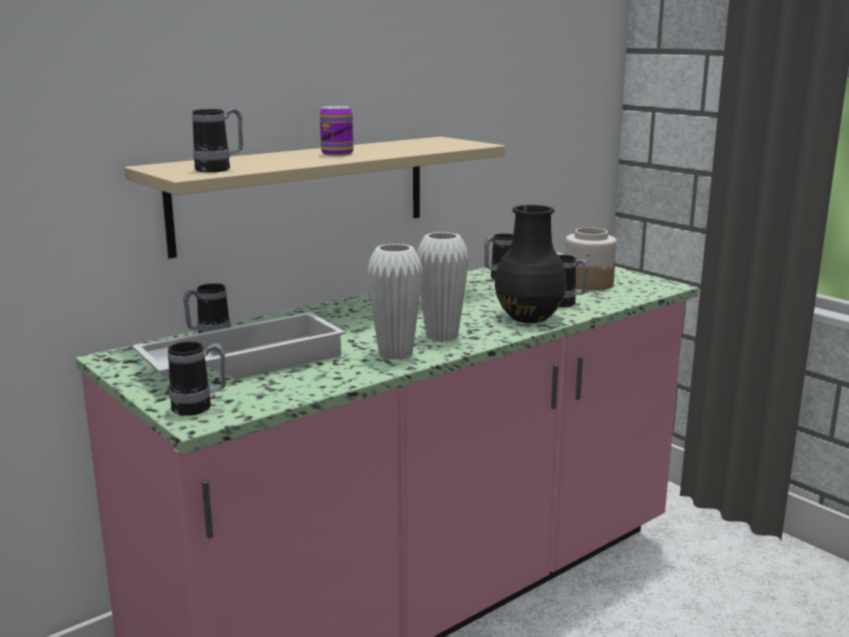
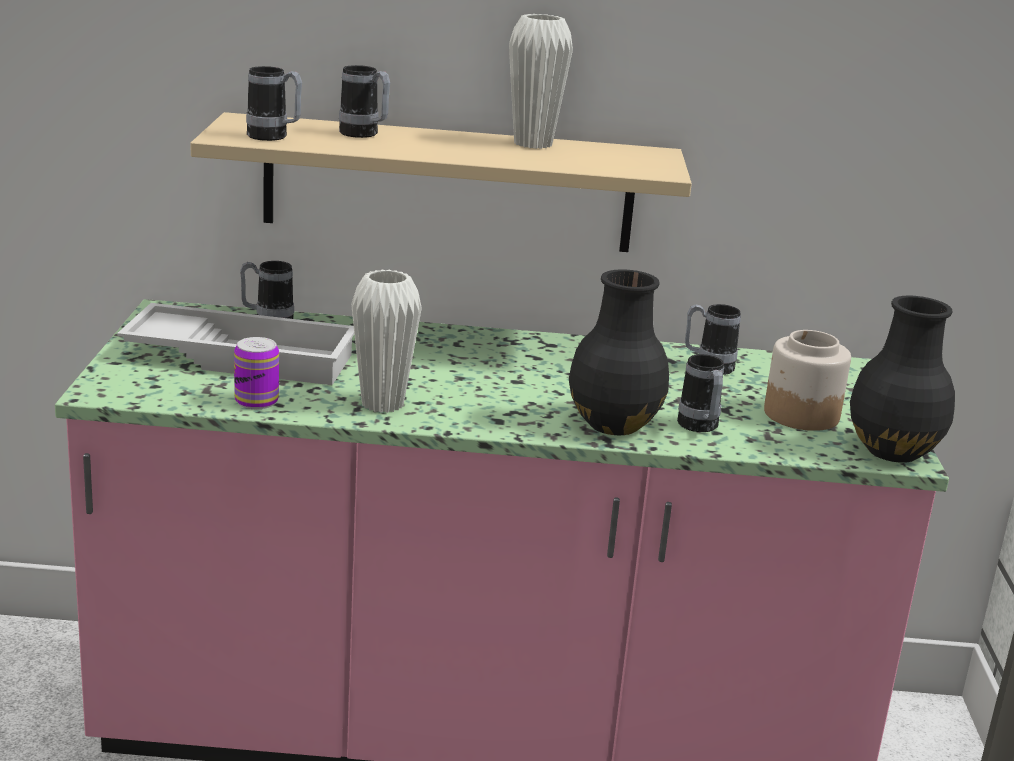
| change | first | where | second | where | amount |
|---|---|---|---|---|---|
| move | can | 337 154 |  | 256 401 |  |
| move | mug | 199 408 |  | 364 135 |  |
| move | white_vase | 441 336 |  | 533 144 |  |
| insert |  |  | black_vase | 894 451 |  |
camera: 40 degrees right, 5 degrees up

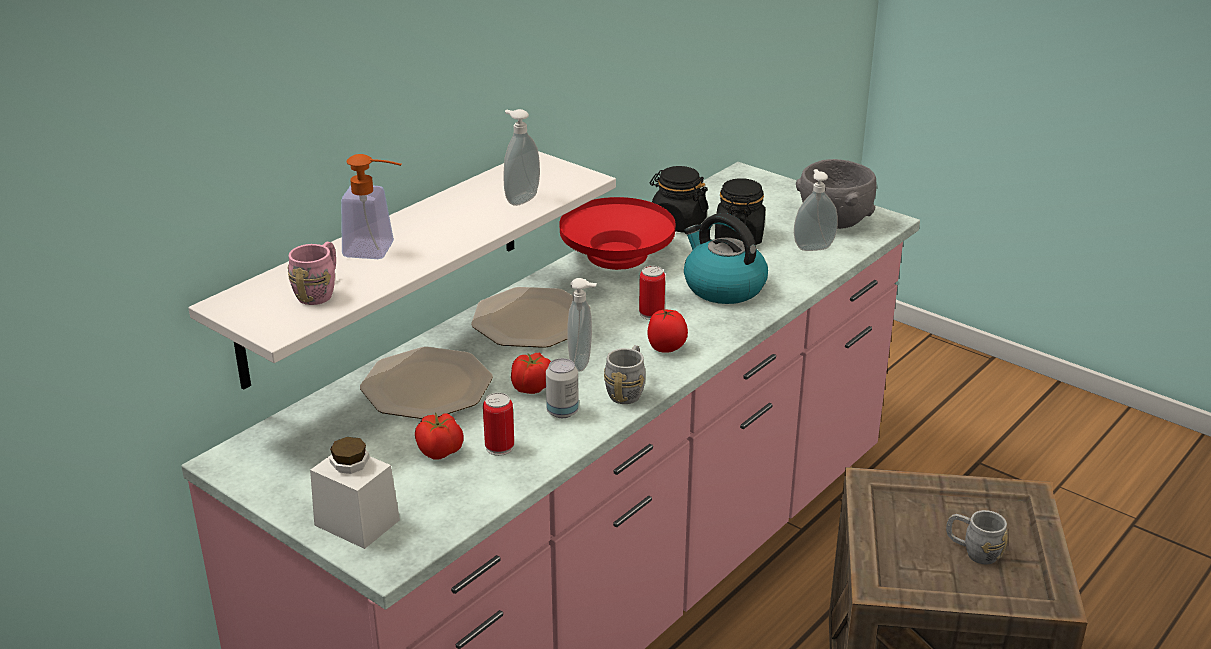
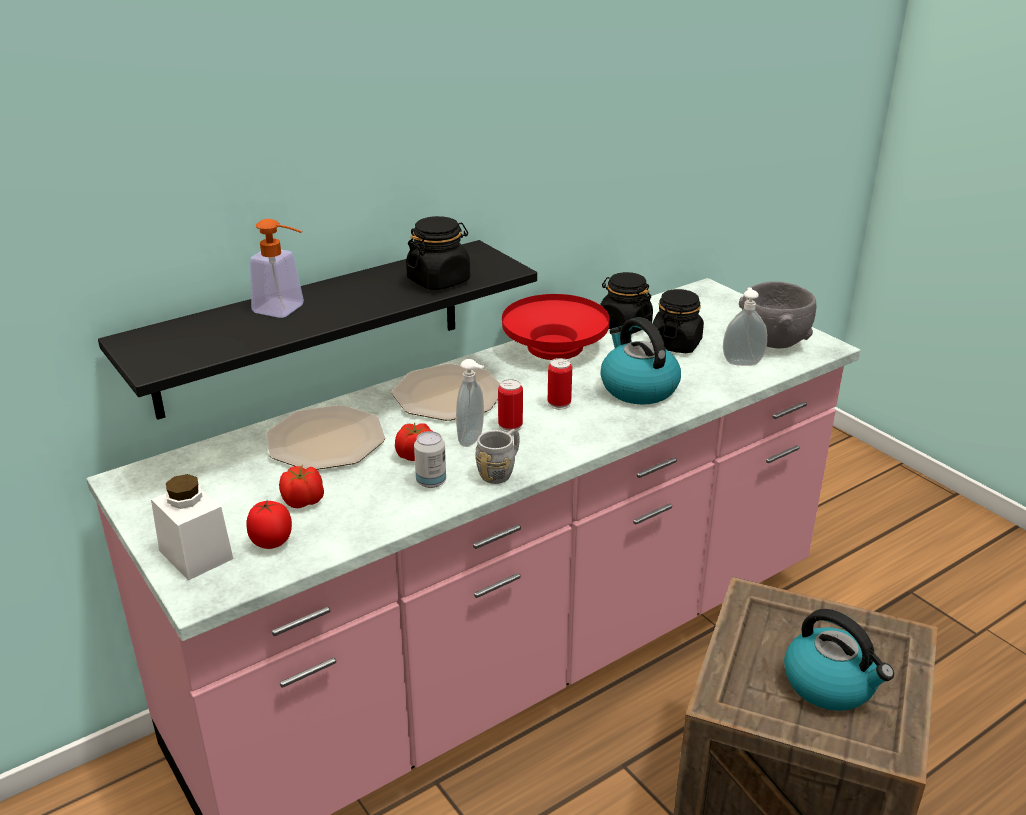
| change | first | where | second | where | amount |
|---|---|---|---|---|---|
| recolor | white_shelf | 384 266 | black_shelf | 311 327 |  |
| move | tomato | 666 348 |  | 272 543 |  |
| replace | soap_dispenser | 520 199 | black_jar | 439 280 |  |
| move | can | 499 447 |  | 510 426 |  |
| replace | grey_mug | 973 551 | kettle | 830 684 |  |
| delete | pink_mug | 320 291 |  |  |  |
camera: 15 degrees right, 0 degrees up

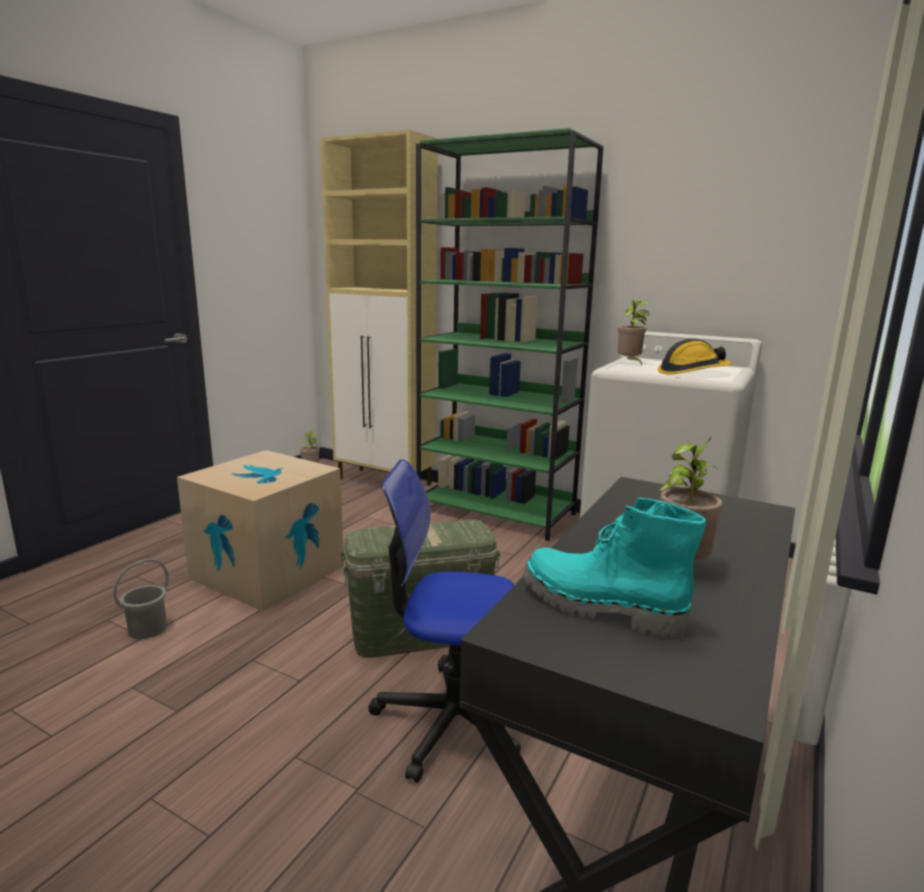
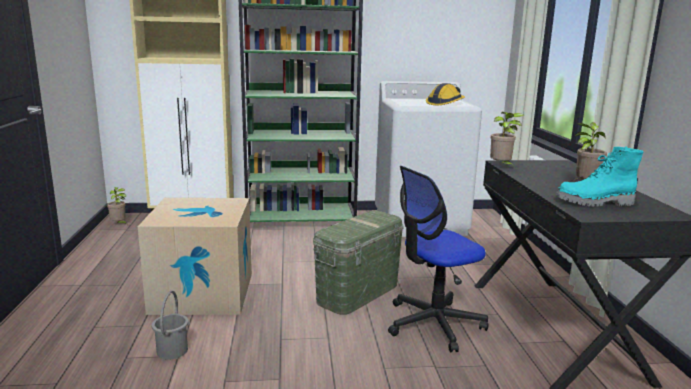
| change | first | where | second | where | amount |
|---|---|---|---|---|---|
| move | potted_plant | 629 363 |  | 501 167 |  |
camera: 35 degrees left, 0 degrees up

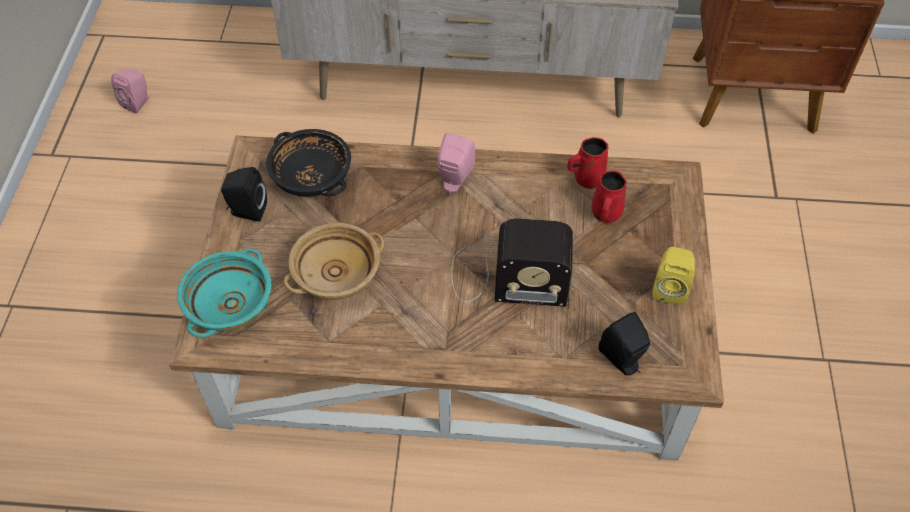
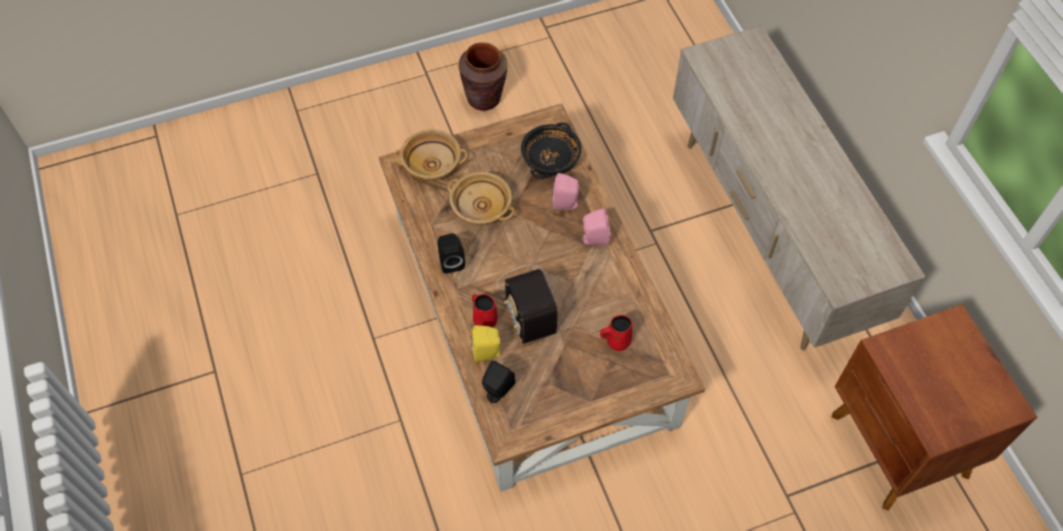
| change | first | where | second | where | amount |
|---|---|---|---|---|---|
| recolor | turquoise_bowl | 229 304 | beige_bowl | 432 164 |  |
| move | black_speaker | 246 211 |  | 451 261 |  |
| insert |  |  | brown_vase | 484 98 |  |
| move | yellow_speaker | 669 288 |  | 487 353 |  |
| move | red_mug | 586 178 |  | 484 319 |  |
| move | pink_speaker | 138 102 |  | 566 204 |  |
camera: 65 degrees right, 5 degrees up

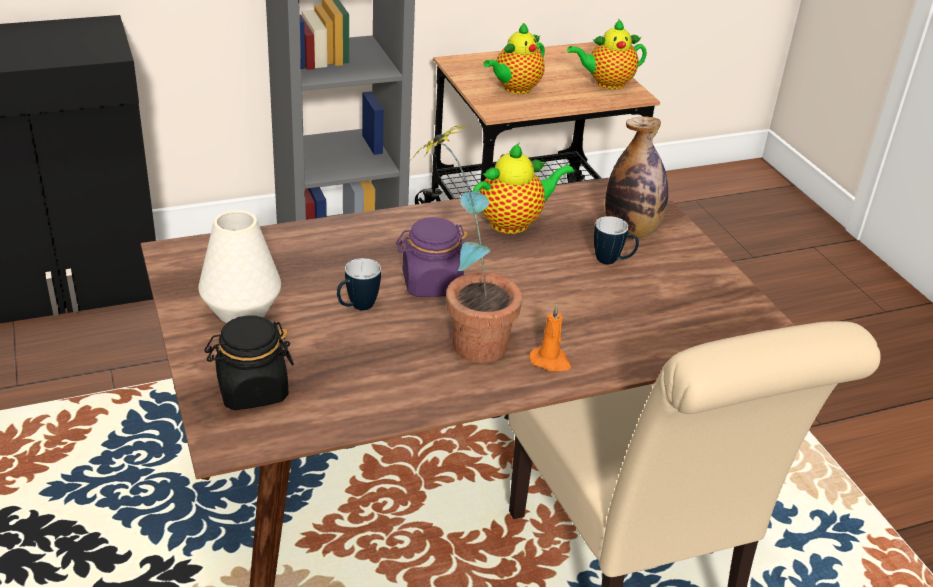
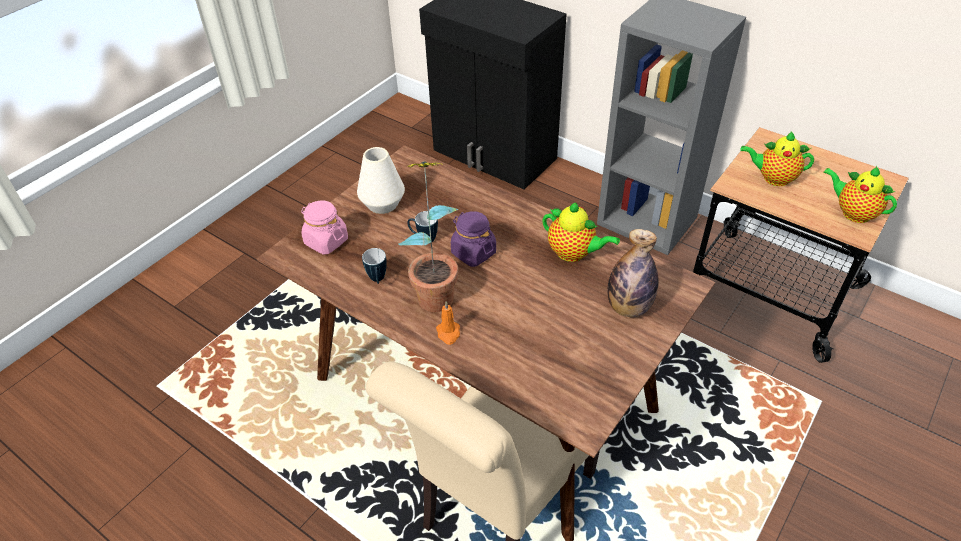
| change | first | where | second | where | amount |
|---|---|---|---|---|---|
| recolor | black_jar | 252 390 | pink_jar | 326 241 |  |
| move | mug | 612 261 |  | 377 280 |  |
camera: 60 degrees right, 10 degrees up

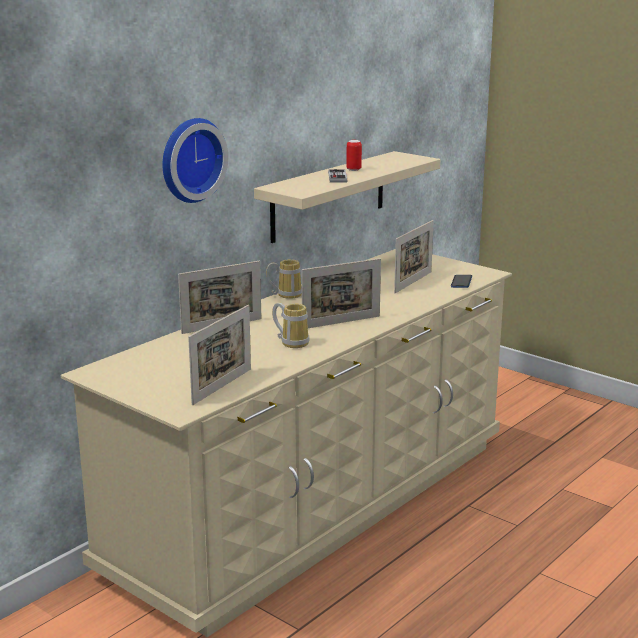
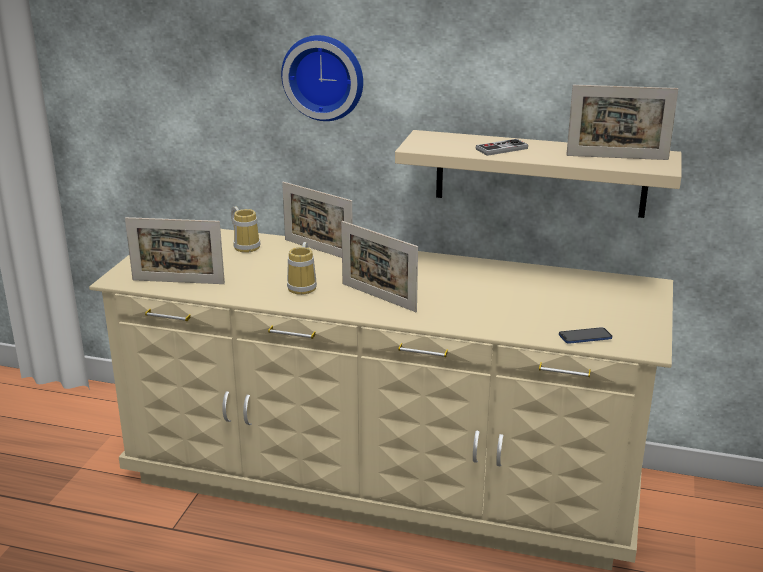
| change | first | where | second | where | amount |
|---|---|---|---|---|---|
| move | mug | 285 294 |  | 246 246 |  |
| move | picture_frame | 413 282 |  | 617 157 |  |
| delete | can | 353 169 |  |  |  |
camera: 65 degrees right, 5 degrees up

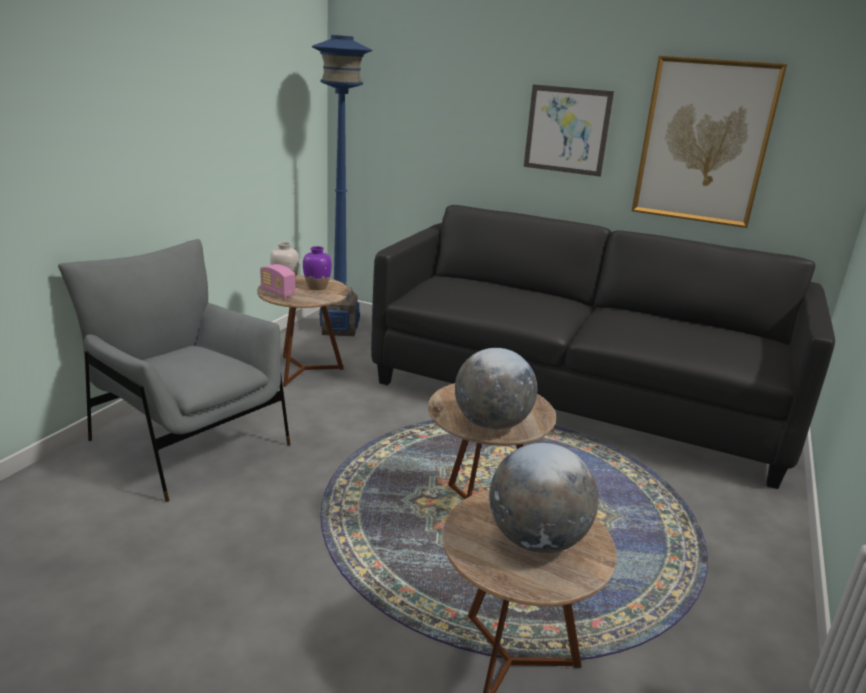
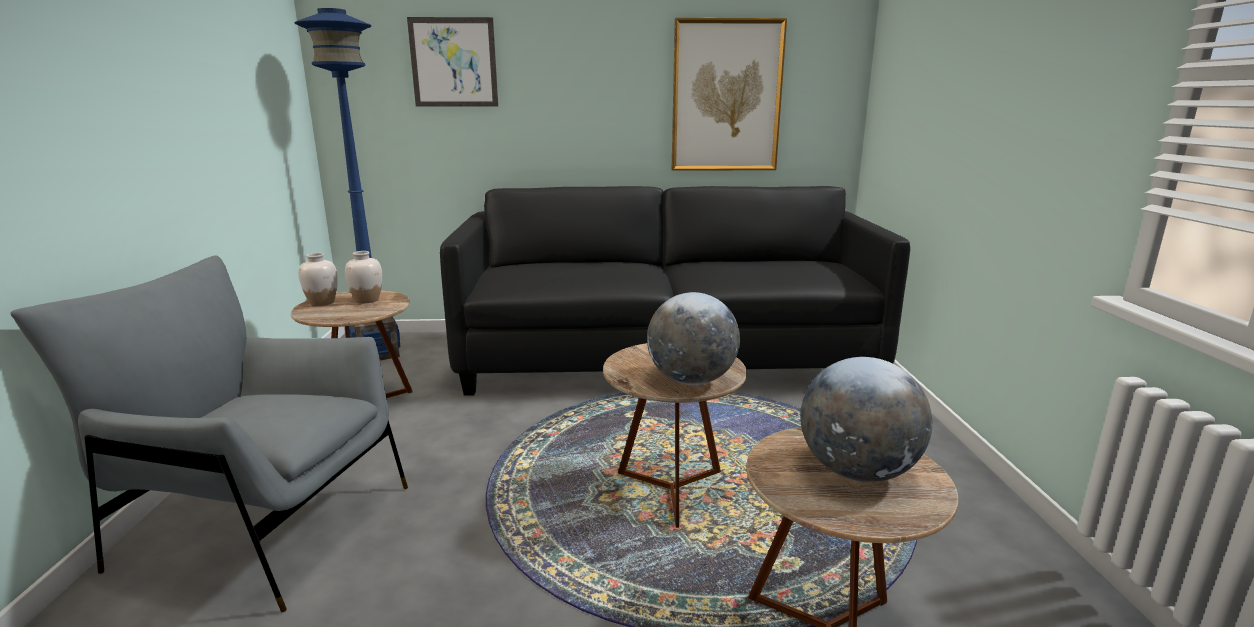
| change | first | where | second | where | amount |
|---|---|---|---|---|---|
| recolor | purple_vase | 317 287 | white_vase | 367 300 |  |
| move | picture | 567 130 |  | 454 62 |  |
| delete | radio | 278 293 |  |  |  |
camera: 25 degrees left, 5 degrees down

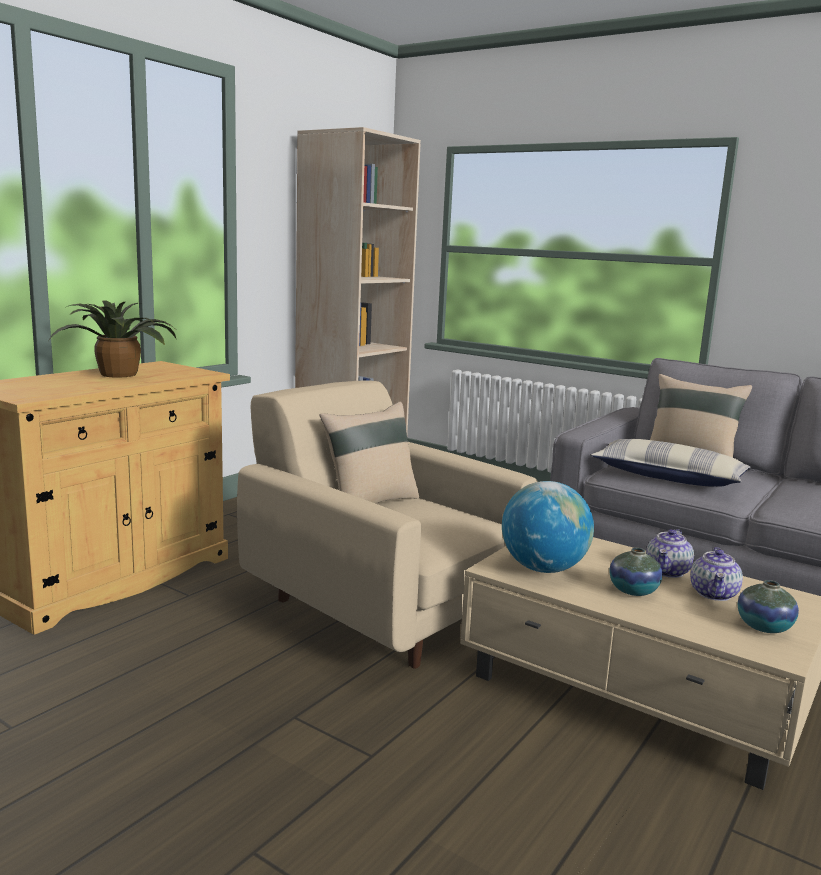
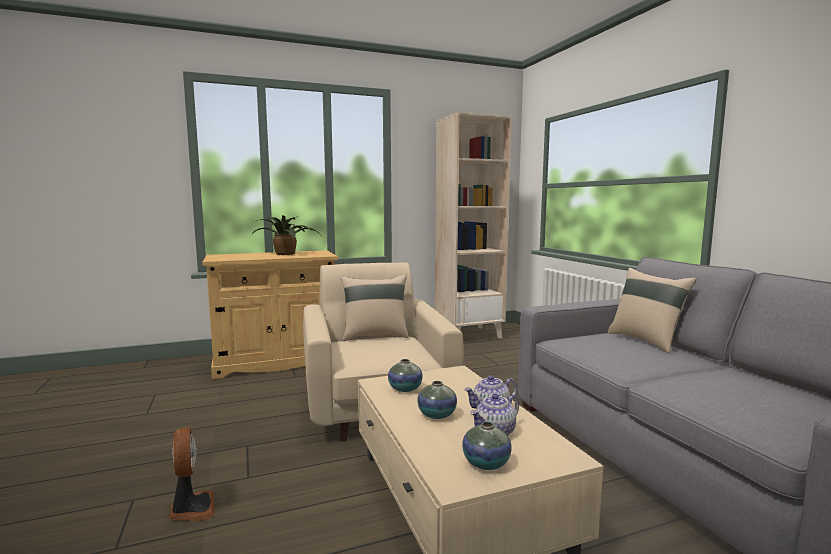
| change | first | where | second | where | amount |
|---|---|---|---|---|---|
| insert |  |  | fan | 192 509 |  |
| replace | globe | 543 569 | vase | 405 389 |  |
| delete | pillow | 668 477 |  |  |  |
camera: 35 degrees right, 5 degrees down

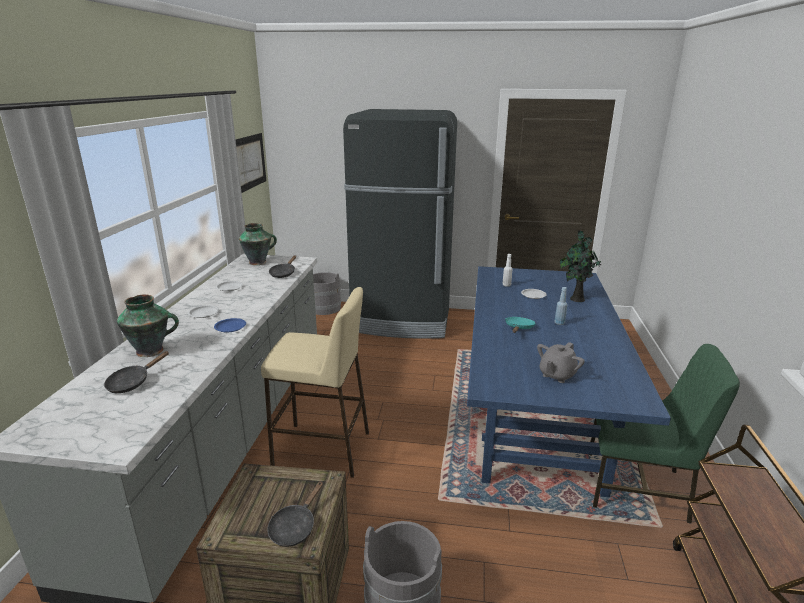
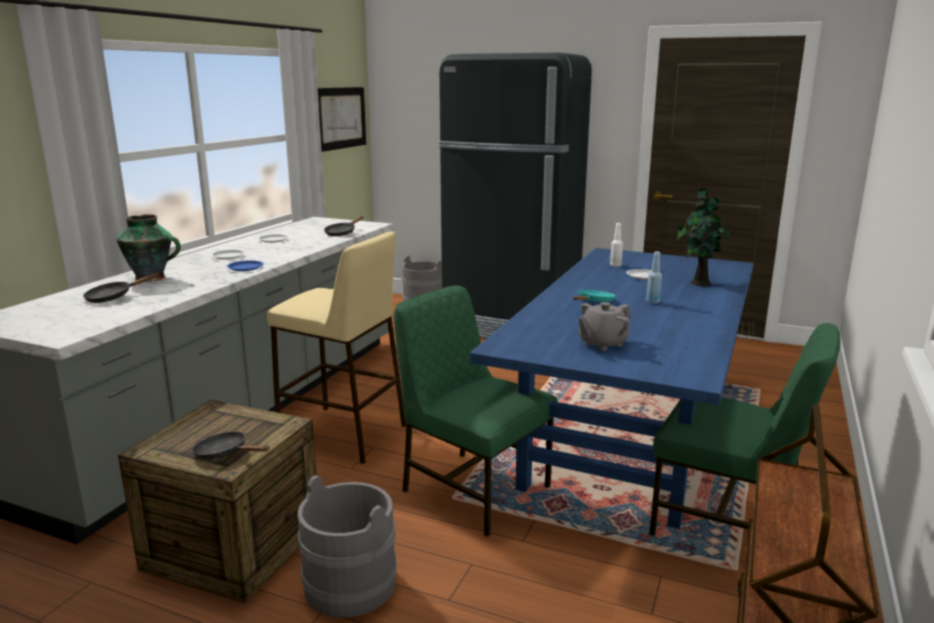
| change | first | where | second | where | amount |
|---|---|---|---|---|---|
| rotate | black_frying_pan | 295 527 |  | 225 454 | 75 degrees clockwise |
| insert |  |  | green_chair | 473 489 |  |
| delete | vase | 258 262 |  |  |  |
camera: 15 degrees right, 5 degrees down

